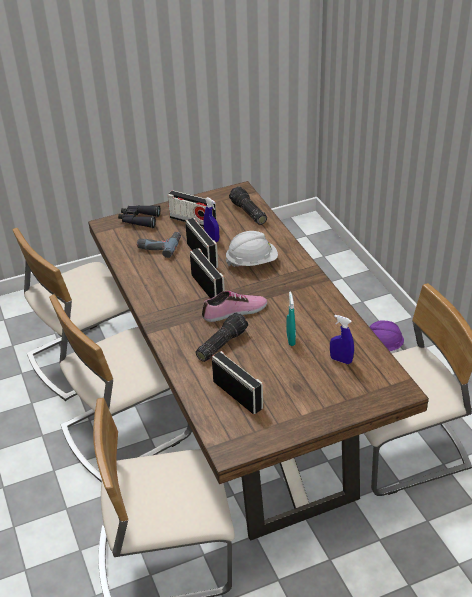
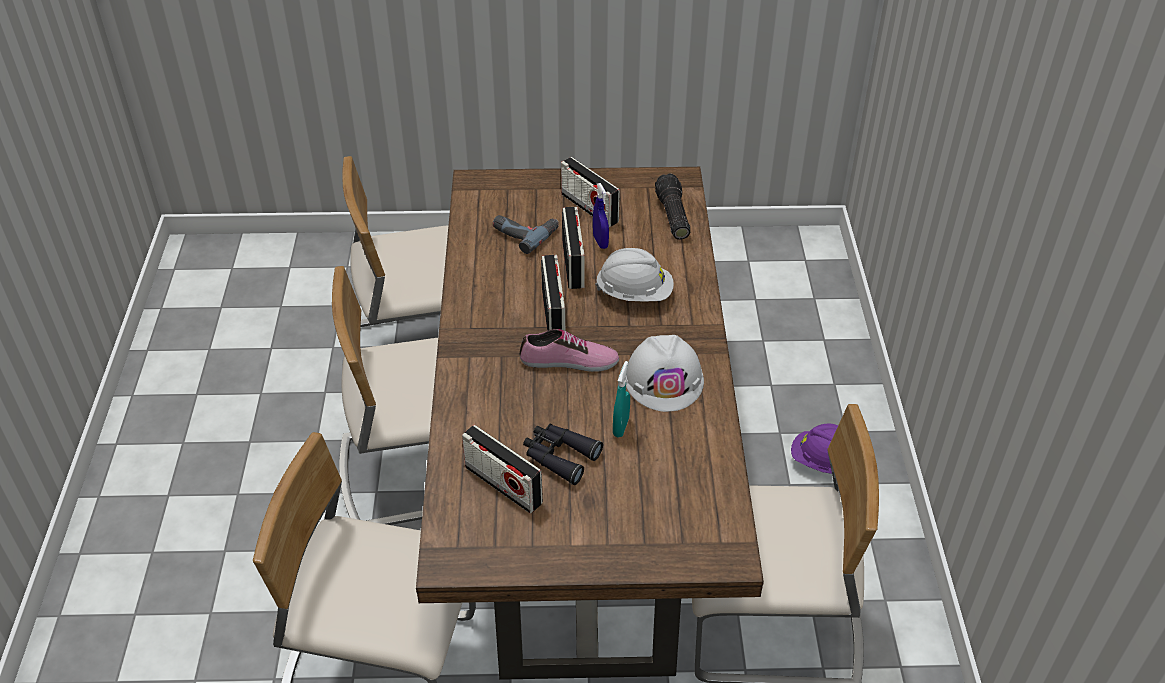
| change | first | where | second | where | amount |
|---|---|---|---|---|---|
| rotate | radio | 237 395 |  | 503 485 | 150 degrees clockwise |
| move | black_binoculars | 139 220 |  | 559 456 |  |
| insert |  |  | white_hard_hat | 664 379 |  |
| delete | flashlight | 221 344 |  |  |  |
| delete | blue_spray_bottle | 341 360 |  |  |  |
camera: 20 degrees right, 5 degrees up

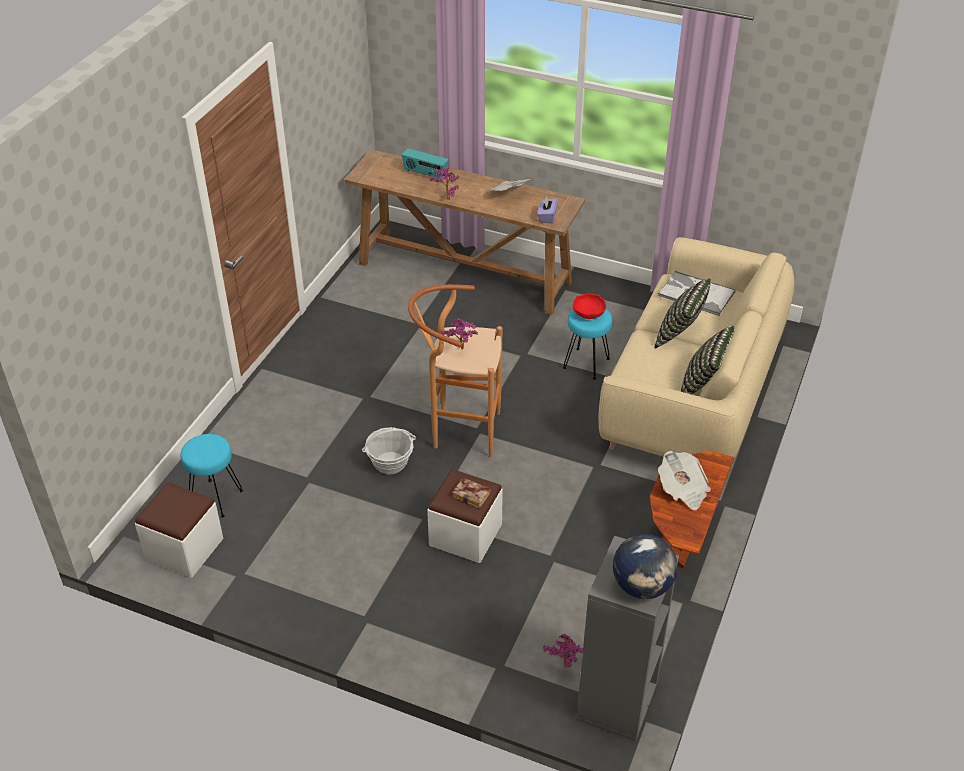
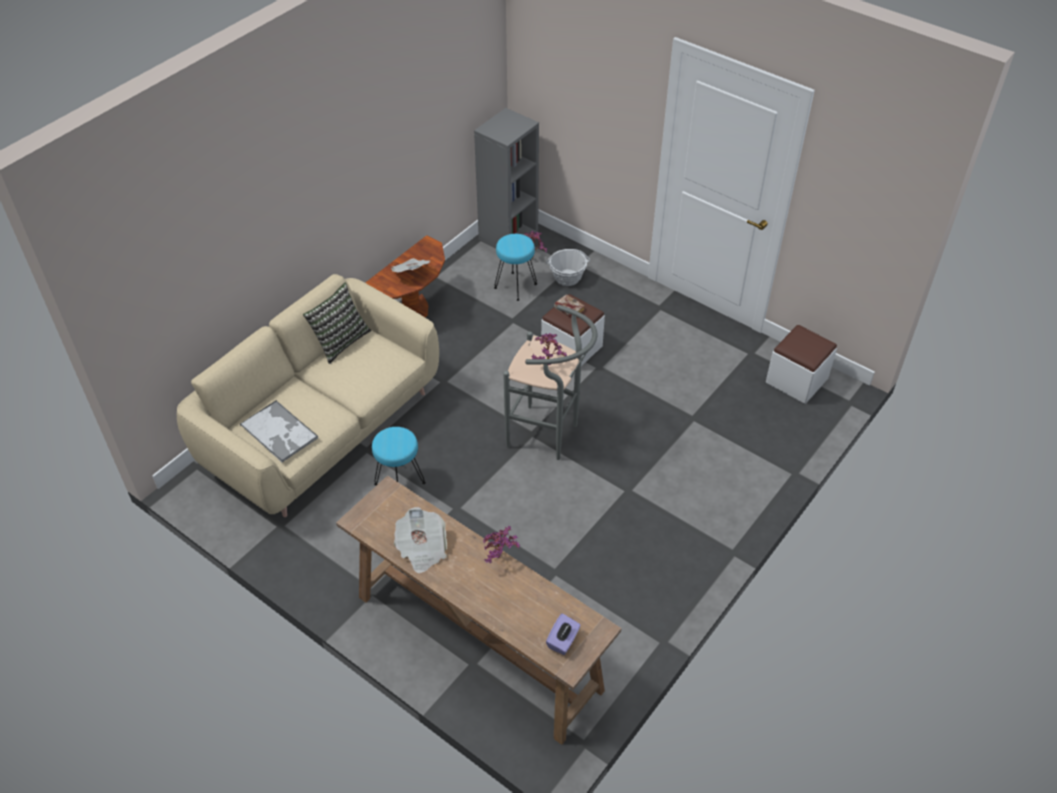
| change | first | where | second | where | amount |
|---|---|---|---|---|---|
| move | turquoise_stool | 215 498 |  | 516 286 |  |
| recolor | brown_stool | 459 431 | grey_stool | 549 436 |  |
| move | basket | 390 463 |  | 567 277 |  |
| move | purple_tissue_box | 547 217 |  | 563 641 |  |
| delete | radio | 425 174 |  |  |  |
| delete | red_bowl | 589 313 |  |  |  |
| delete | globe | 642 586 |  |  |  |
| delete | pillow | 680 334 |  |  |  |
camera: 165 degrees left, 5 degrees up

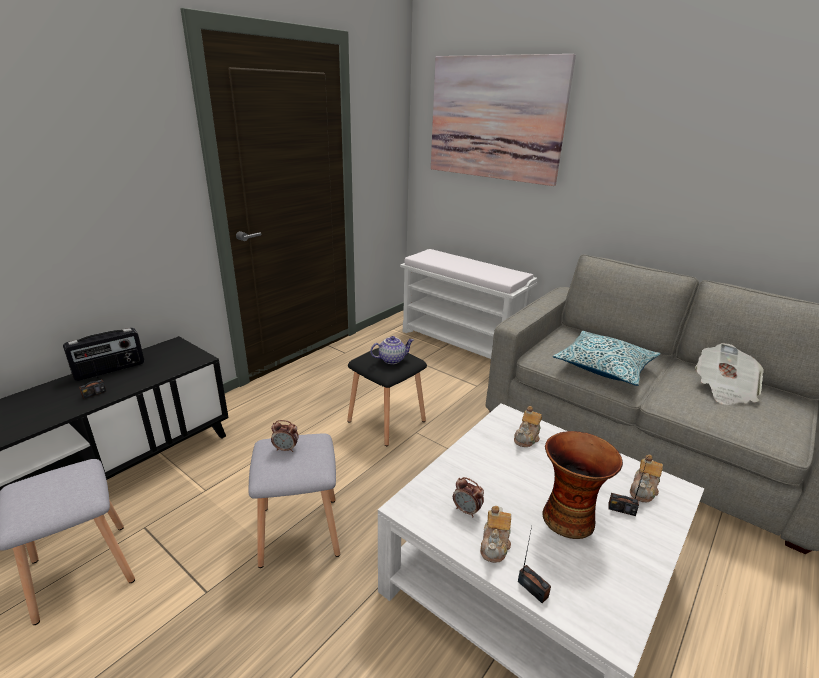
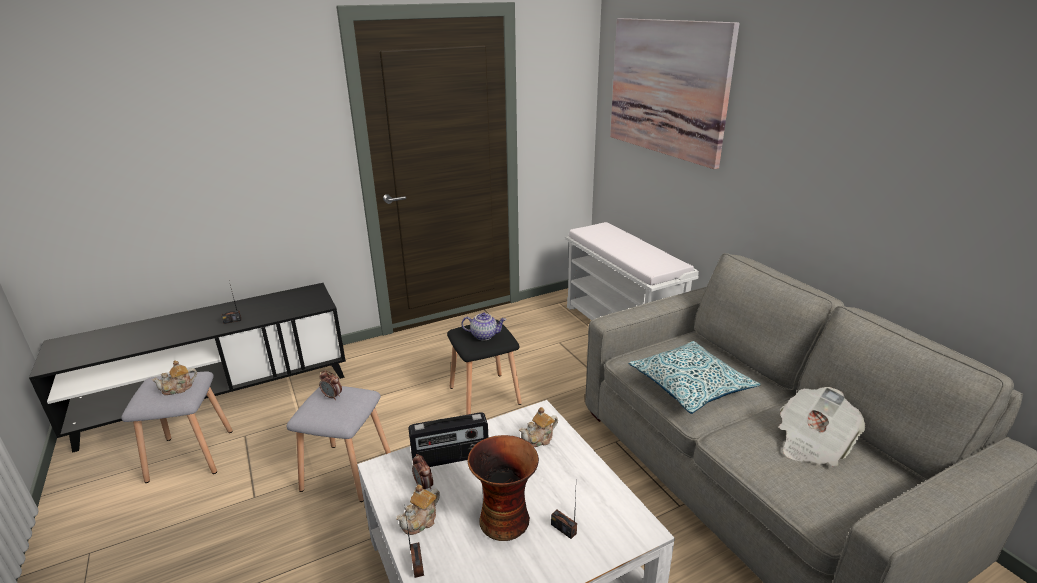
| change | first | where | second | where | amount |
|---|---|---|---|---|---|
| move | teapot | 643 490 |  | 178 388 |  |
| move | radio | 110 370 |  | 451 458 |  |
camera: 25 degrees right, 0 degrees up

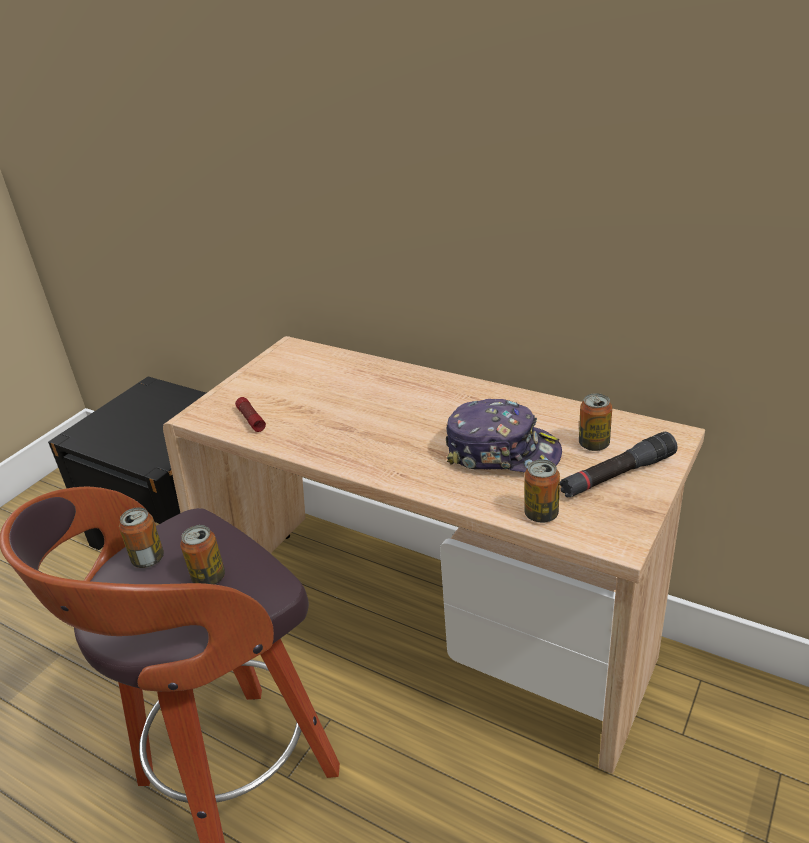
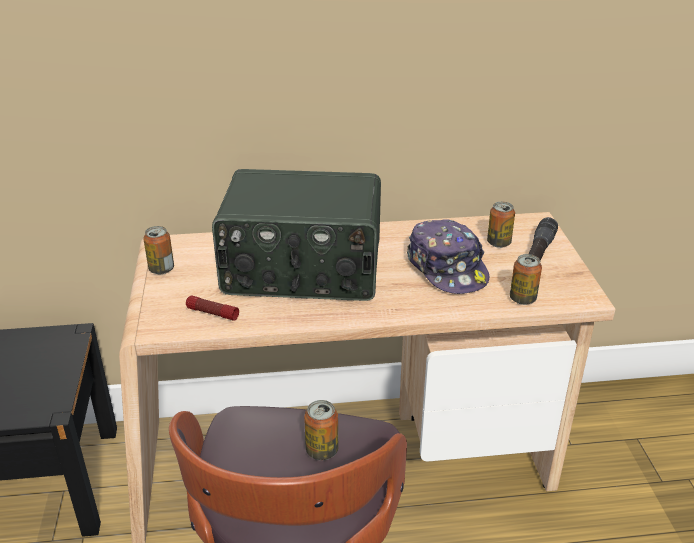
| change | first | where | second | where | amount |
|---|---|---|---|---|---|
| move | can | 148 559 |  | 161 269 |  |
| insert |  |  | radio | 302 270 |  |
| rotate | cap | 502 452 |  | 447 268 | 90 degrees clockwise |
camera: 40 degrees left, 0 degrees up

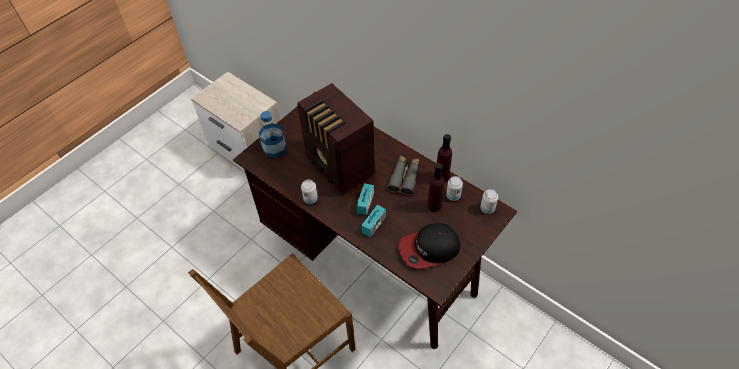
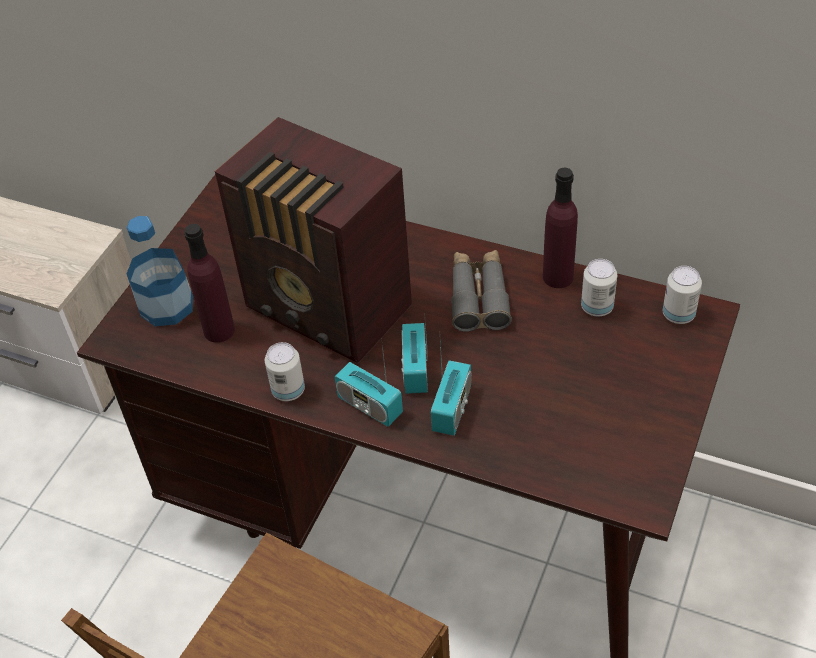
| change | first | where | second | where | amount |
|---|---|---|---|---|---|
| move | purple_bottle | 434 205 |  | 219 330 |  |
| insert |  |  | radio | 370 406 |  |
| delete | cap | 429 249 |  |  |  |
camera: 15 degrees left, 5 degrees down

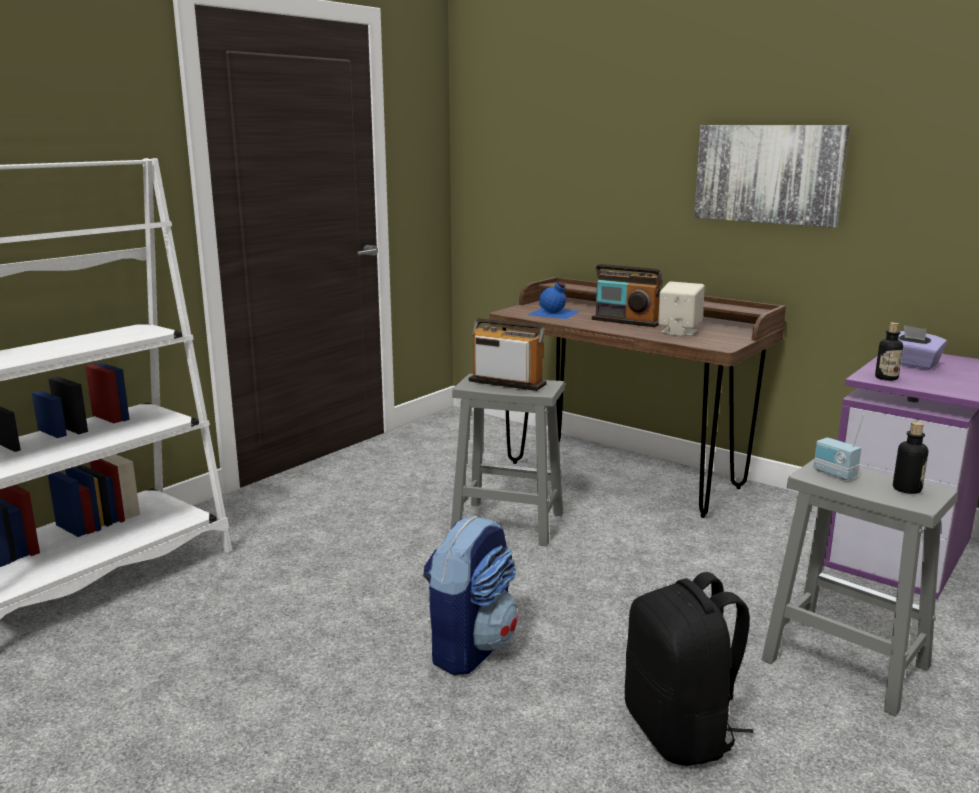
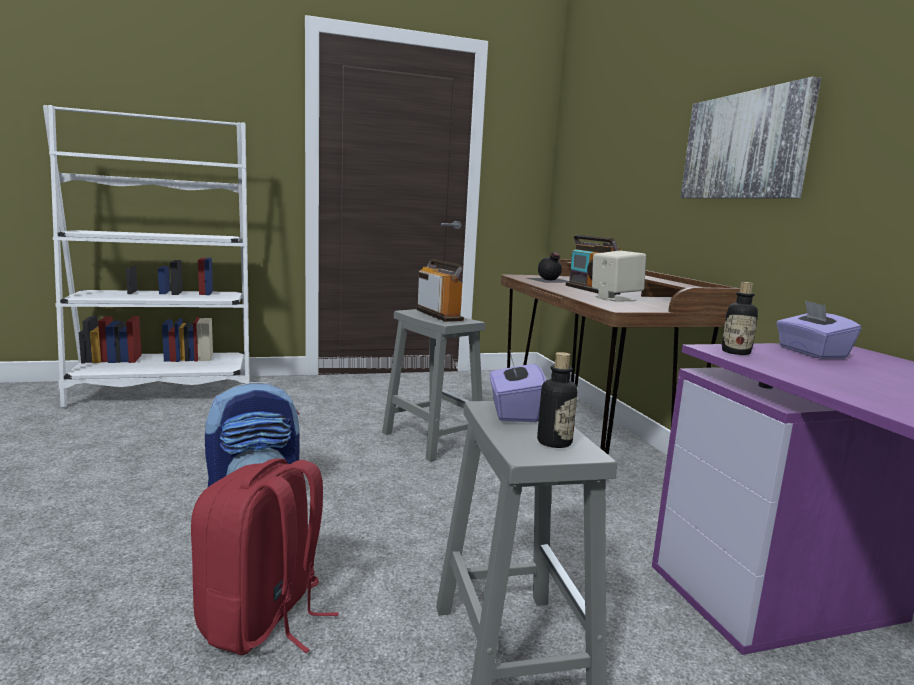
| change | first | where | second | where | amount |
|---|---|---|---|---|---|
| recolor | black_backpack | 681 732 | red_backpack | 263 620 |  |
| replace | radio | 834 474 | purple_tissue_box | 513 412 |  |
| recolor | blue_bottle | 554 313 | black_bottle | 549 280 |  |
camera: 35 degrees right, 5 degrees down

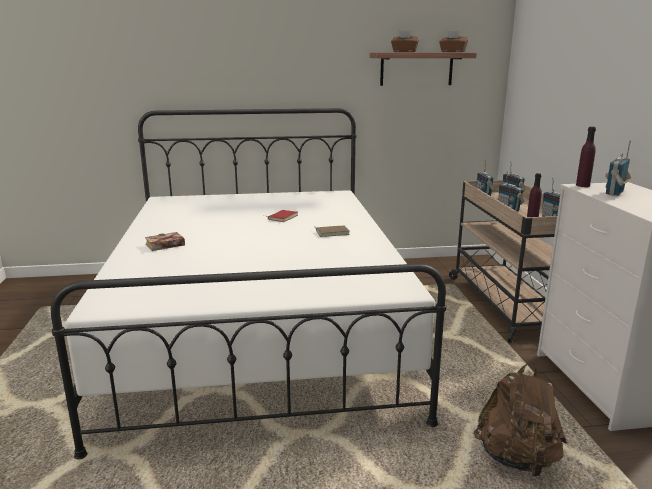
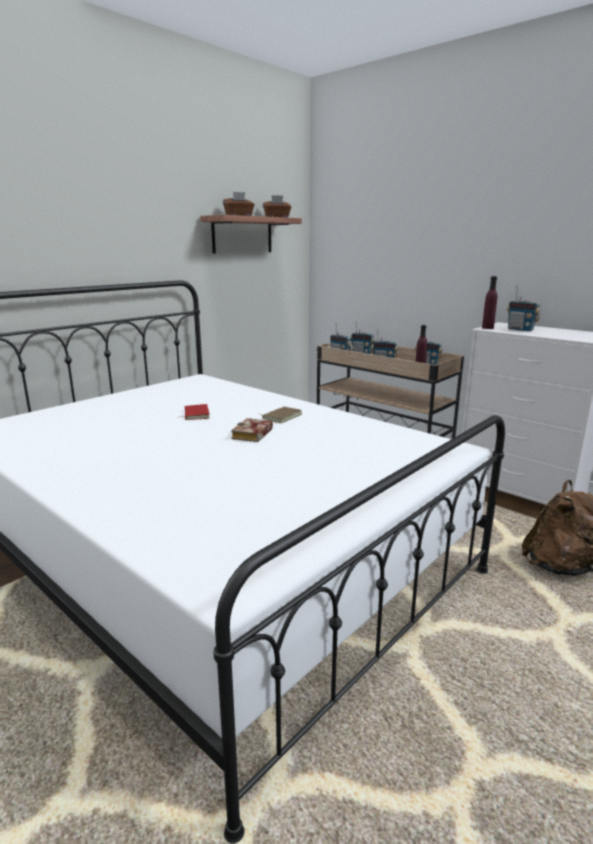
| change | first | where | second | where | amount |
|---|---|---|---|---|---|
| move | book | 164 246 |  | 253 435 |  |
| rotate | radio | 615 193 |  | 520 330 | 45 degrees counterclockwise |
camera: 40 degrees left, 0 degrees up

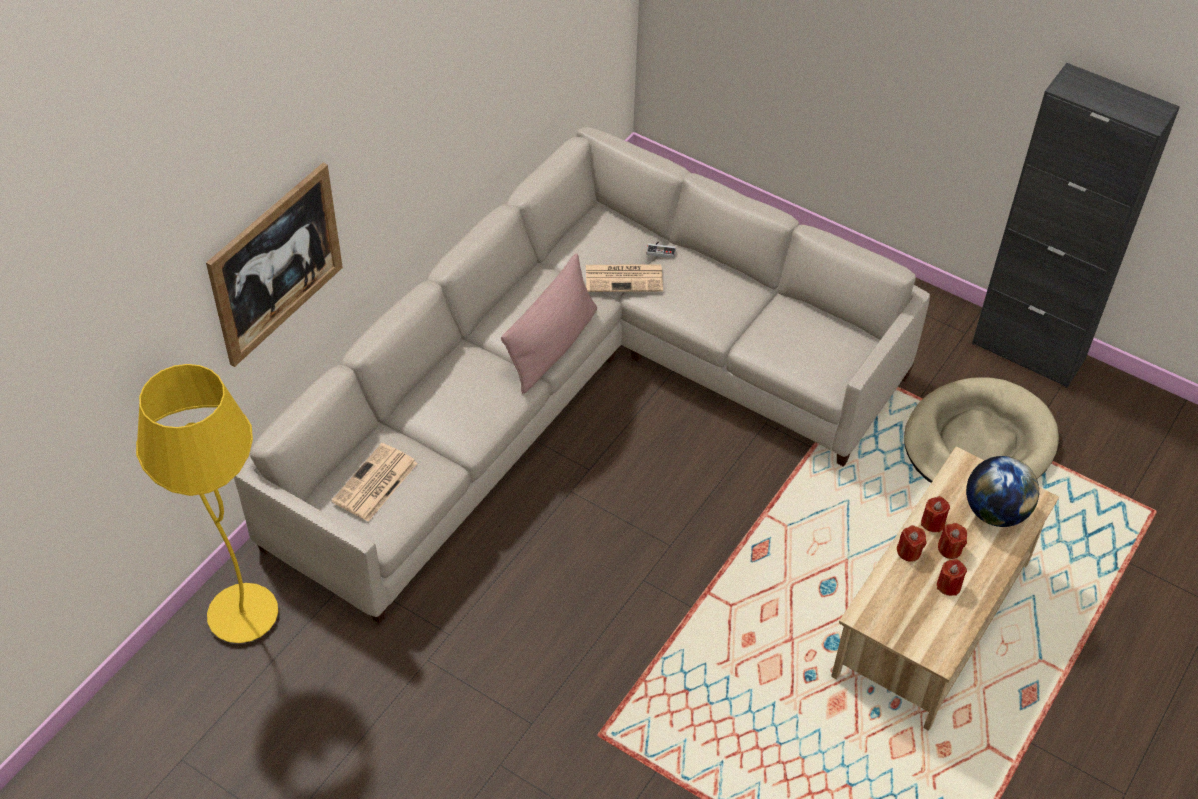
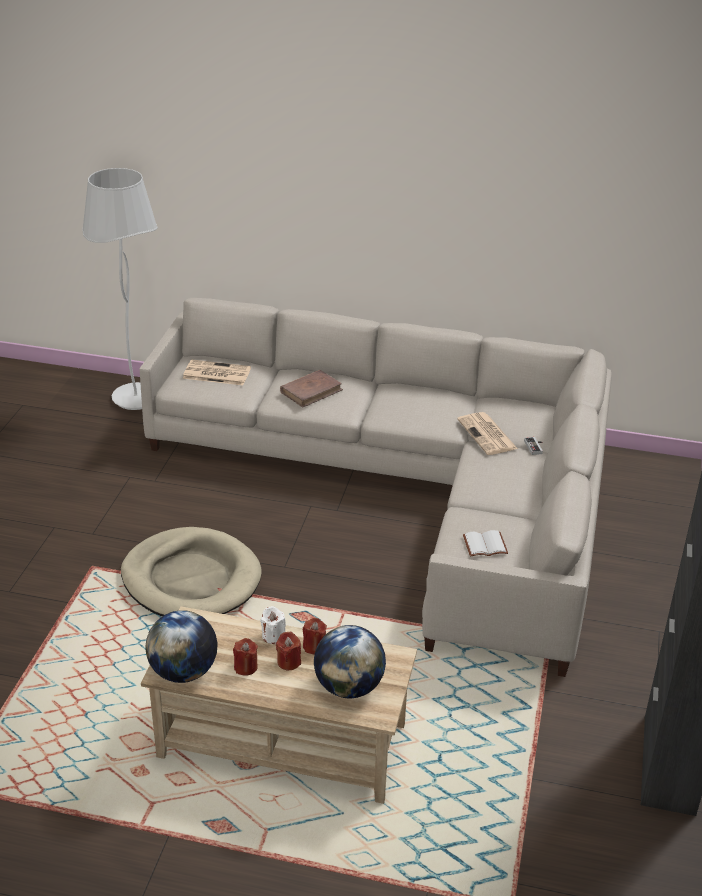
| change | first | where | second | where | amount |
|---|---|---|---|---|---|
| recolor | yellow_floor_lamp | 243 616 | white_floor_lamp | 136 398 |  |
| move | beige_dog_bed | 978 443 |  | 191 579 |  |
| insert |  |  | globe | 184 672 |  |
| recolor | red_candle | 909 551 | white_candle | 273 636 |  |
| insert |  |  | brown_book | 311 391 |  |
| insert |  |  | white_book | 485 544 |  |
| delete | picture | 276 264 |  |  |  |
| delete | pink_pillow | 552 346 |  |  |  |
camera: 70 degrees right, 15 degrees down

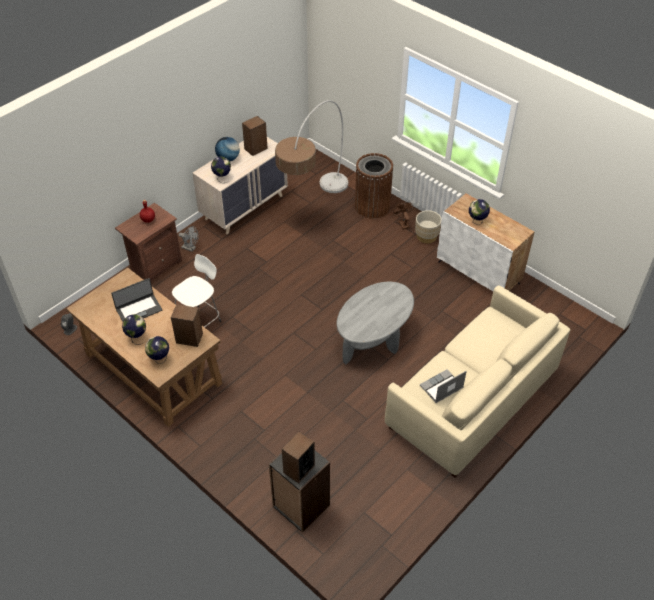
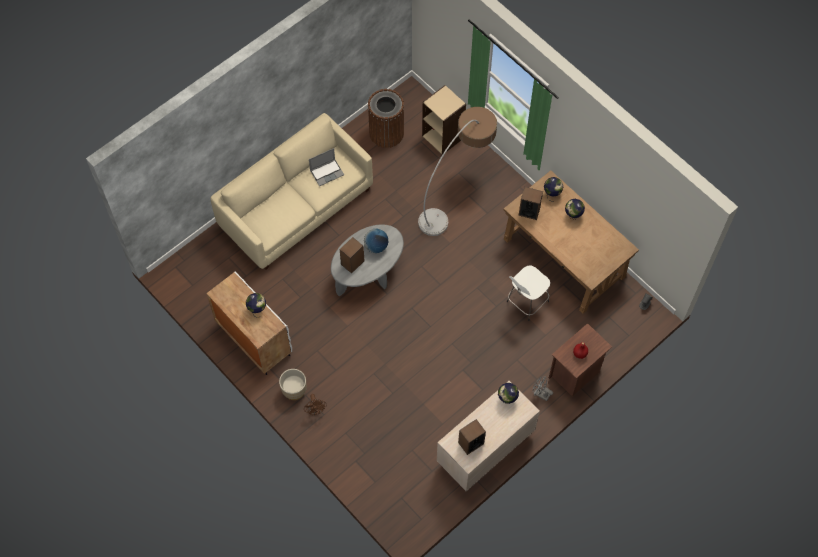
| change | first | where | second | where | amount |
|---|---|---|---|---|---|
| move | speaker | 298 469 |  | 352 263 |  |
| move | globe | 228 158 |  | 376 246 |  |
| move | brown_trash_can | 372 206 |  | 386 133 |  |
| move | floor_lamp | 313 206 |  | 457 193 |  |
| recolor | black_bookcase | 300 506 | beige_bookcase | 443 136 |  |
| delete | laptop | 139 309 |  |  |  |
camera: 175 degrees left, 15 degrees up

